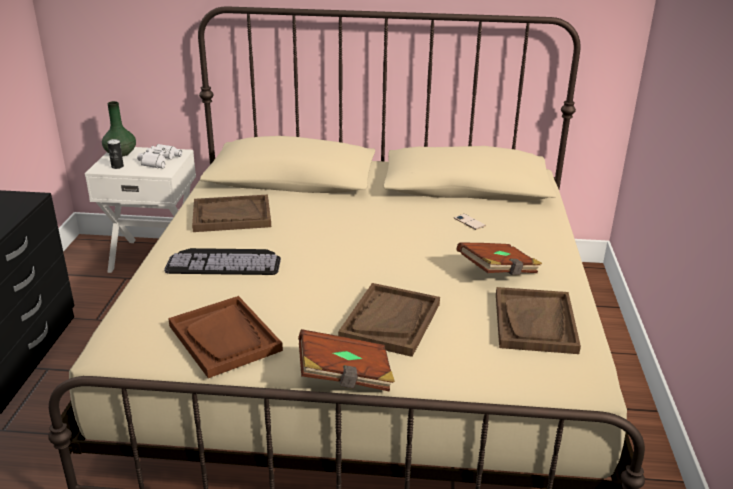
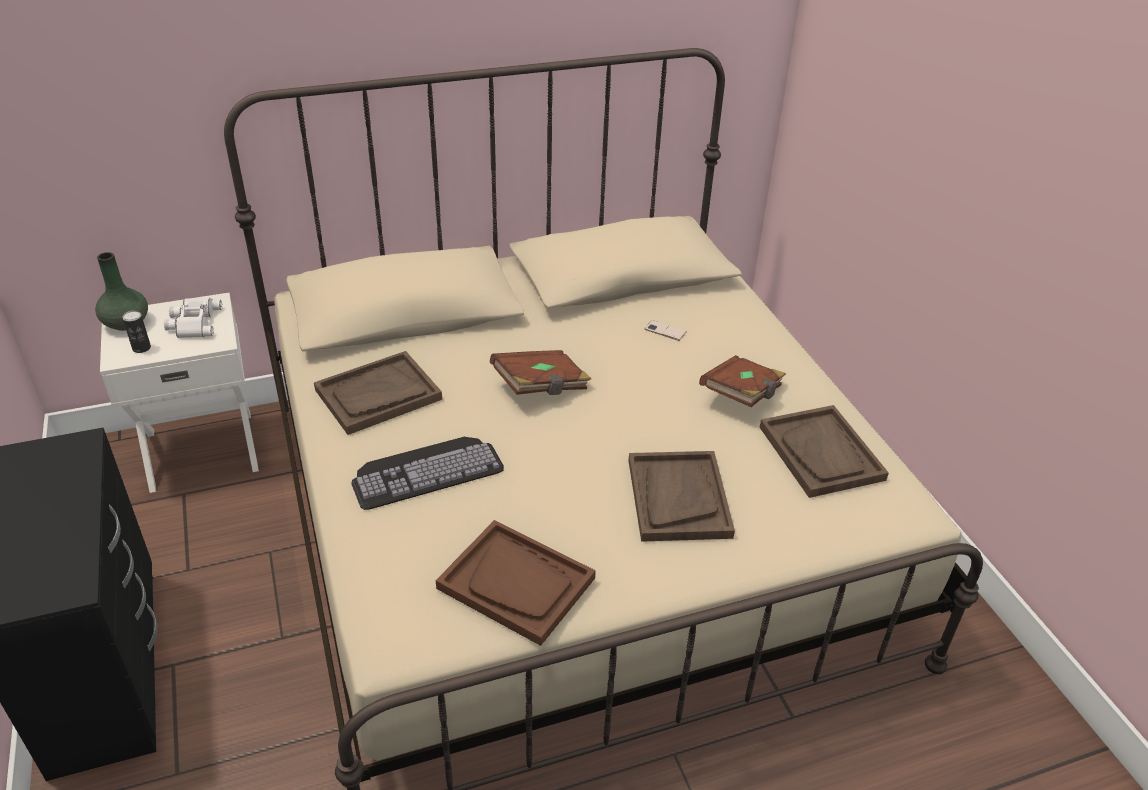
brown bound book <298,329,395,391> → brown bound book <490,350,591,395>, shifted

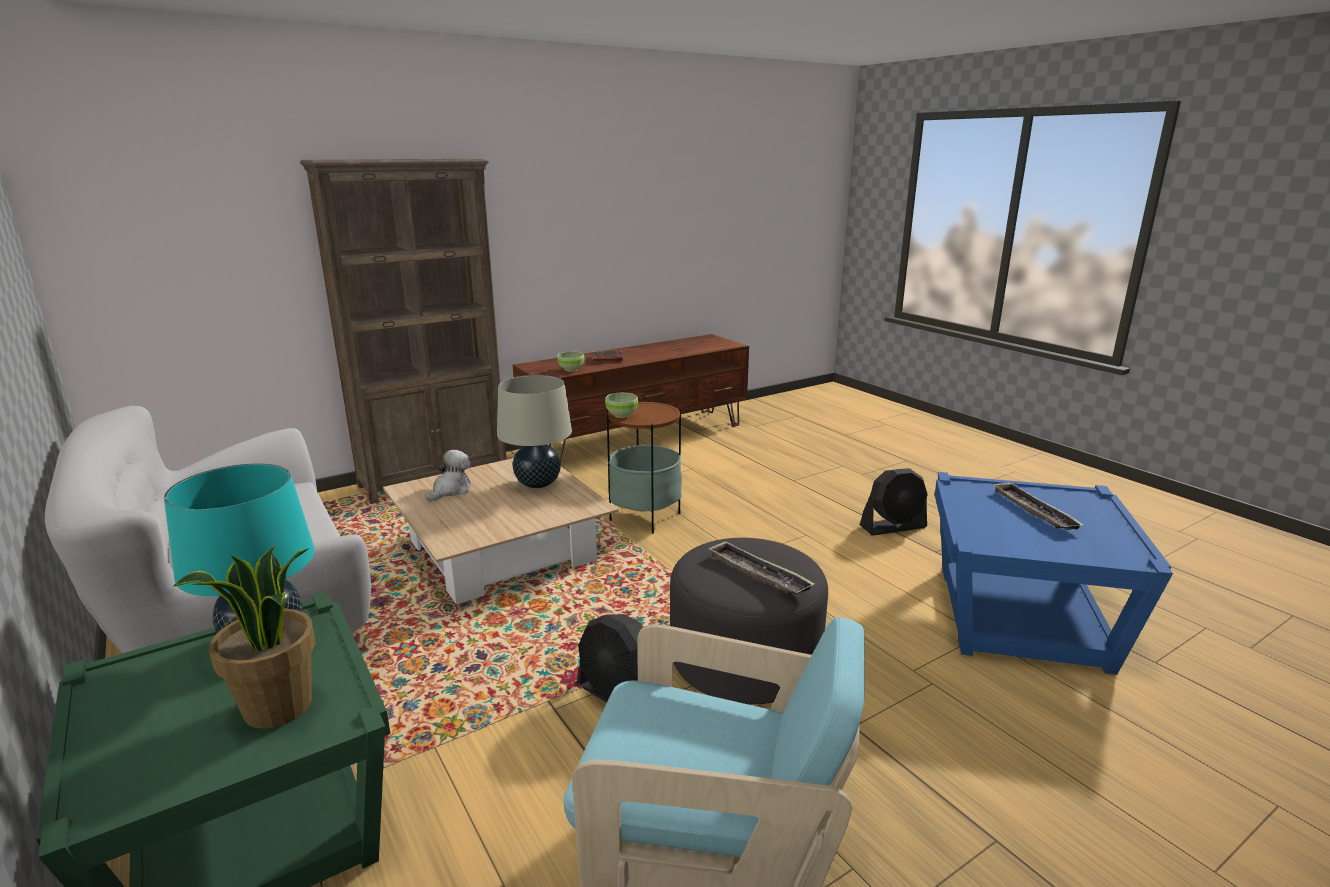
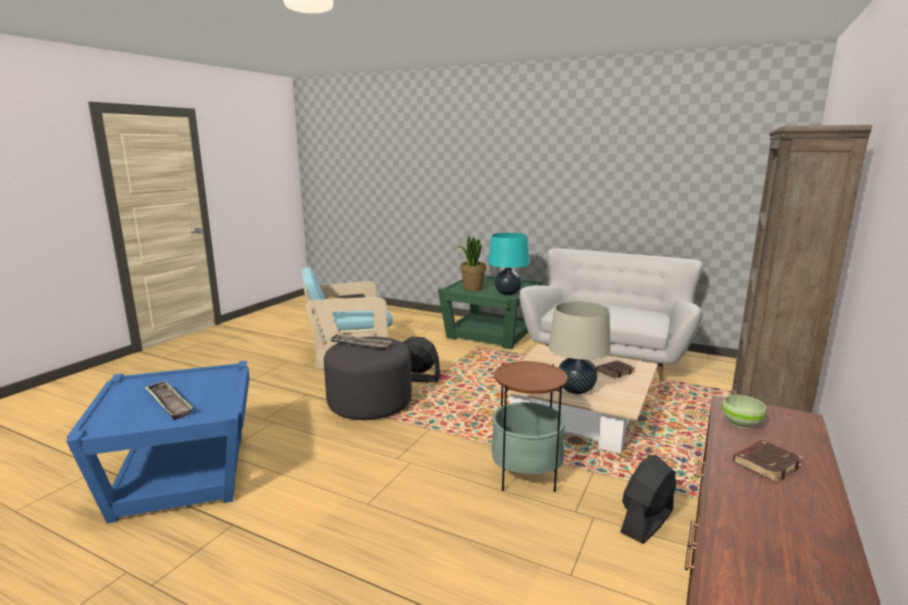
green-coloured serving bowl <605,392,638,418> → -
black electric fan <860,468,928,536> → black electric fan <620,455,676,544>, shifted
cuddly toy <425,450,471,502> → brown bound book <596,360,635,379>

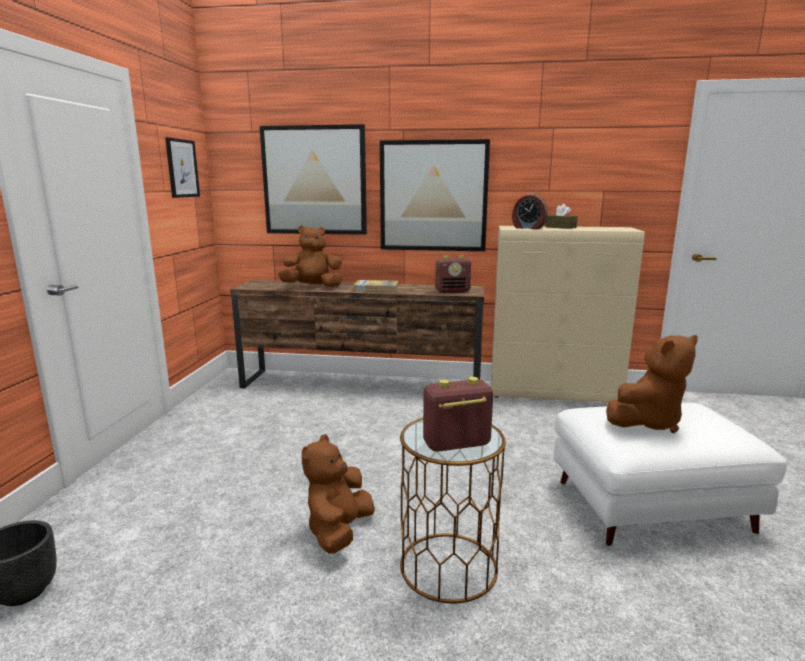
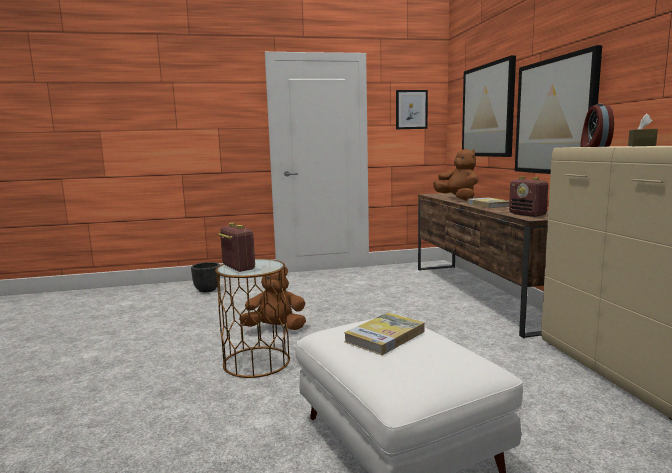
brown cuddly toy <606,335,698,433> → bound book <344,313,425,355>

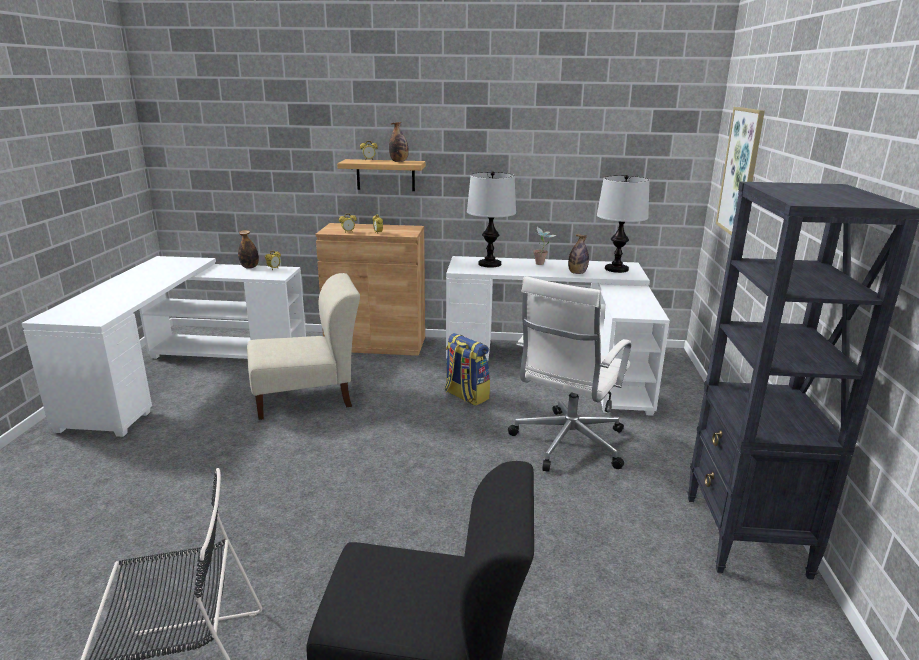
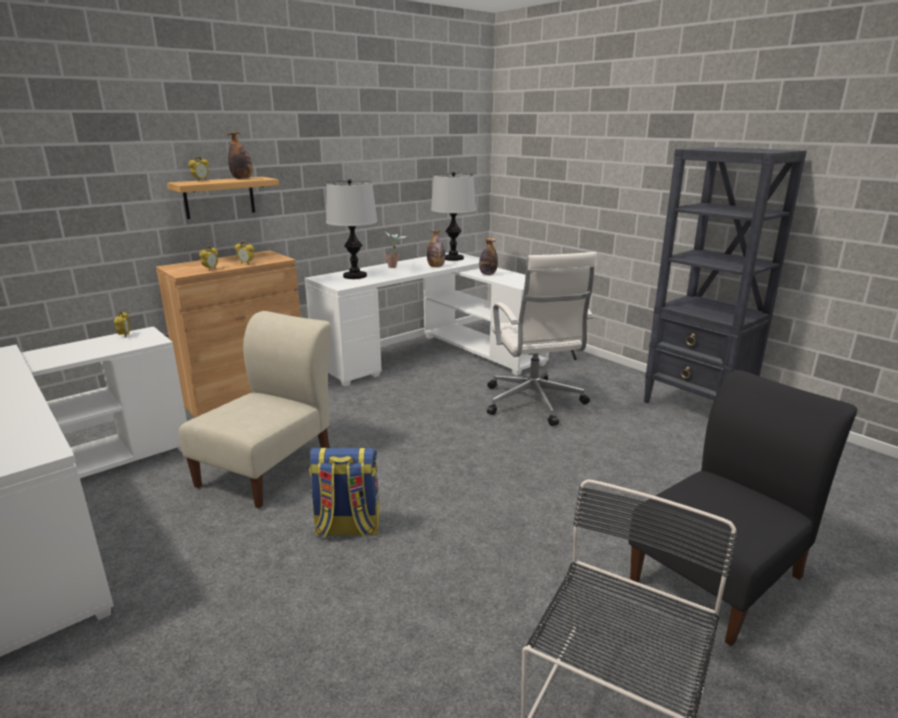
wall art <716,107,765,236> → -
bottle <238,230,259,269> → bottle <479,237,498,275>, shifted
backpack <445,333,490,406> → backpack <309,447,380,537>, shifted

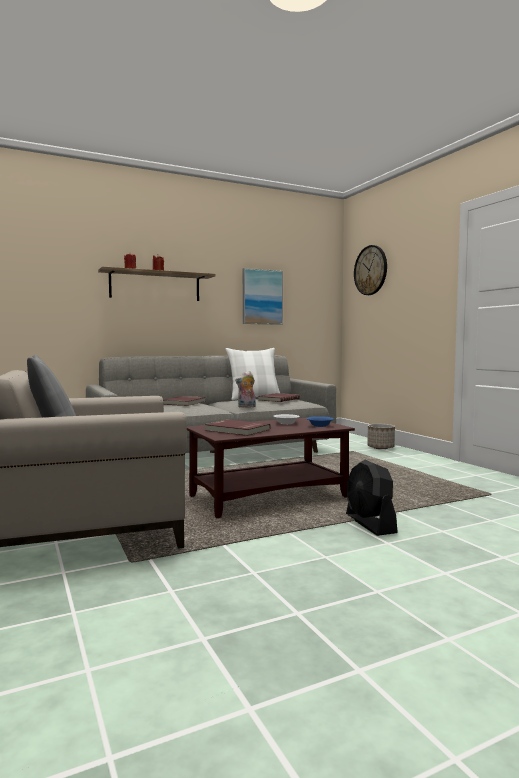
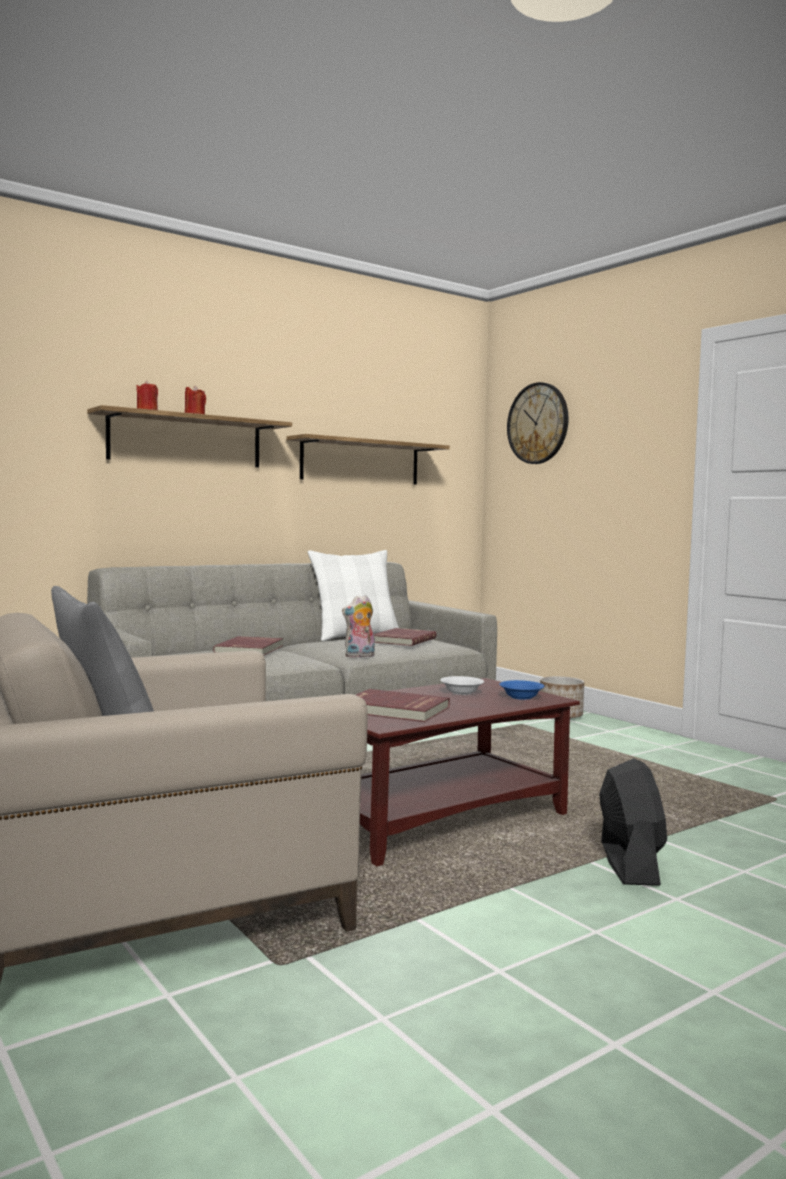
wall art <243,268,283,325> → shelf <286,434,450,485>
black electric fan <346,460,398,536> → black electric fan <599,758,667,886>, 150 degrees counterclockwise

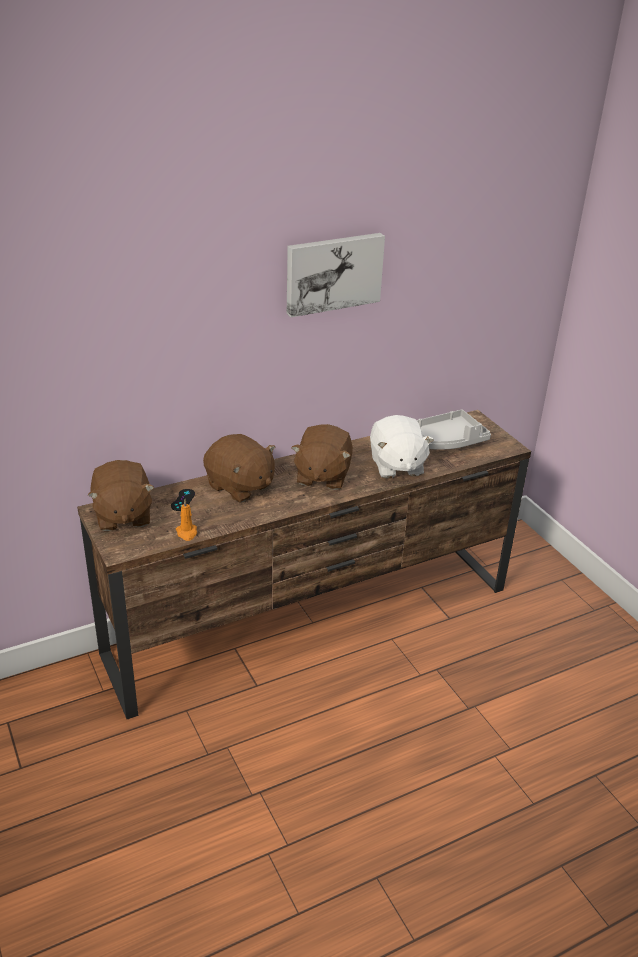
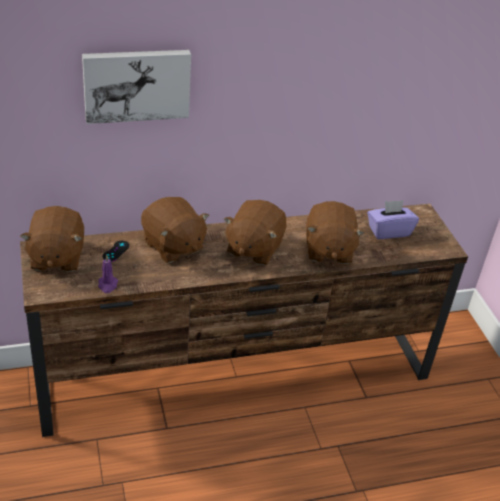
wall art <287,233,385,317> → wall art <82,50,191,124>, shifted
gray serving tray <417,410,491,450> → purplish tissue holder <367,200,419,239>
orangey candle <176,499,197,541> → purplish candle <98,255,118,293>
whitish cuddly toy <370,415,434,479> → brown cuddly toy <306,201,364,264>

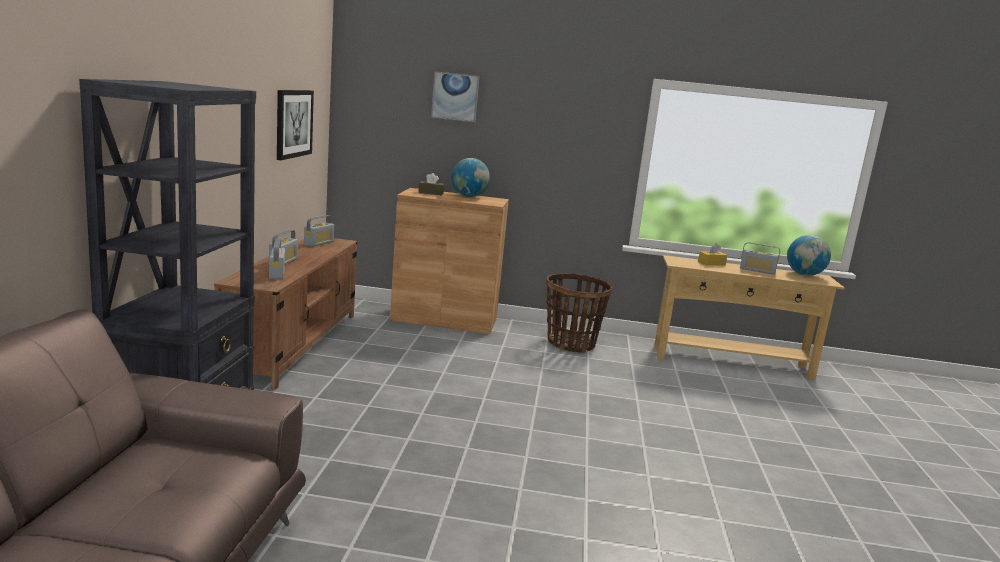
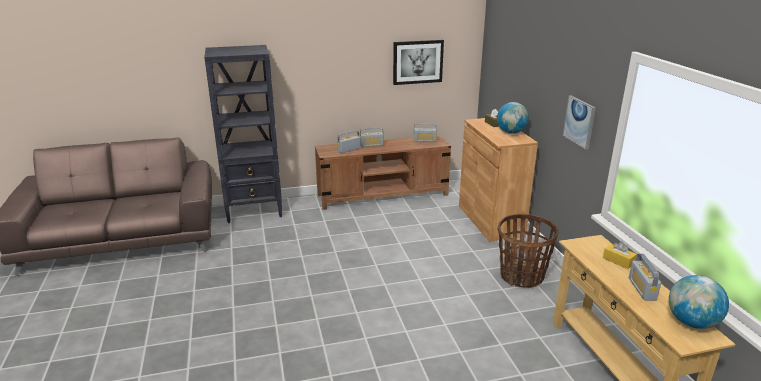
wall art <431,71,479,122> → wall art <563,96,596,150>, shifted

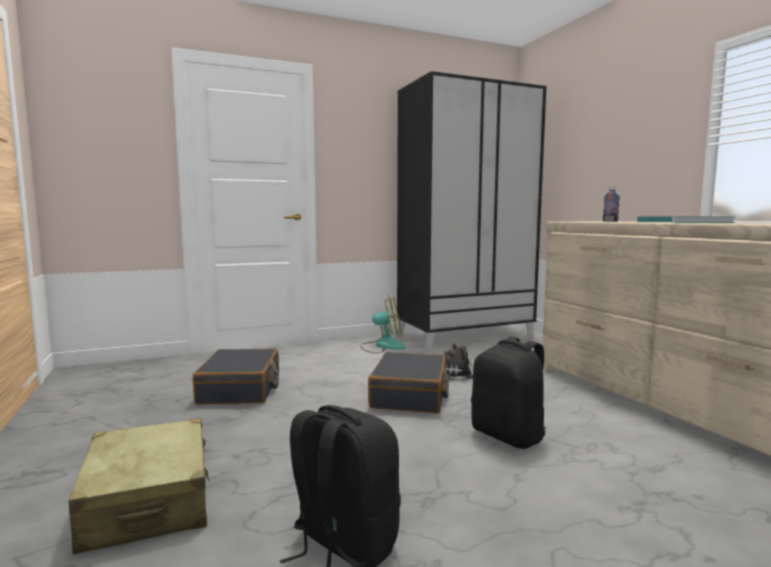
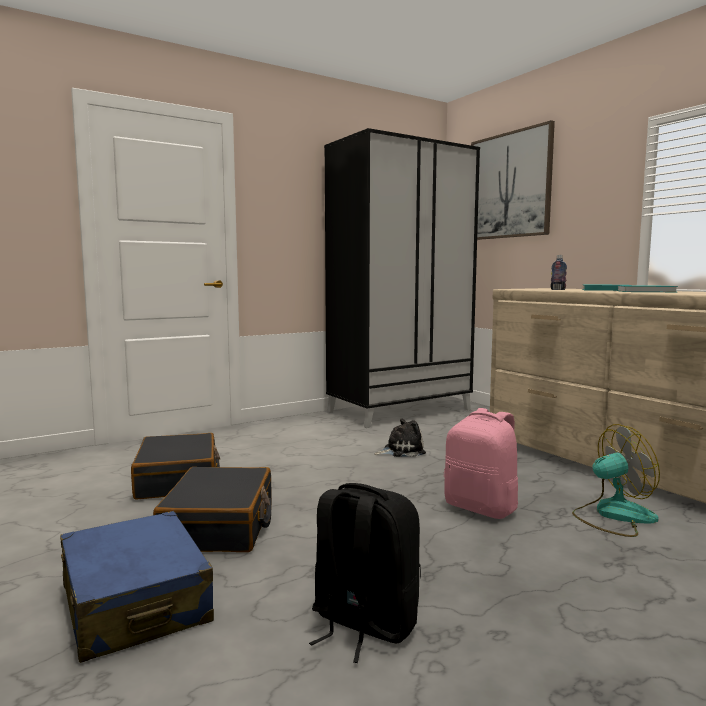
- → wall art <471,120,555,240>
electric fan <360,295,405,353> → electric fan <572,424,660,537>, shifted
black travel case <368,352,449,413> → black travel case <153,467,272,552>, shifted
beige travel case <69,418,211,554> → bluish travel case <60,511,214,663>
black backpack <471,336,546,449> → pink backpack <444,408,518,519>

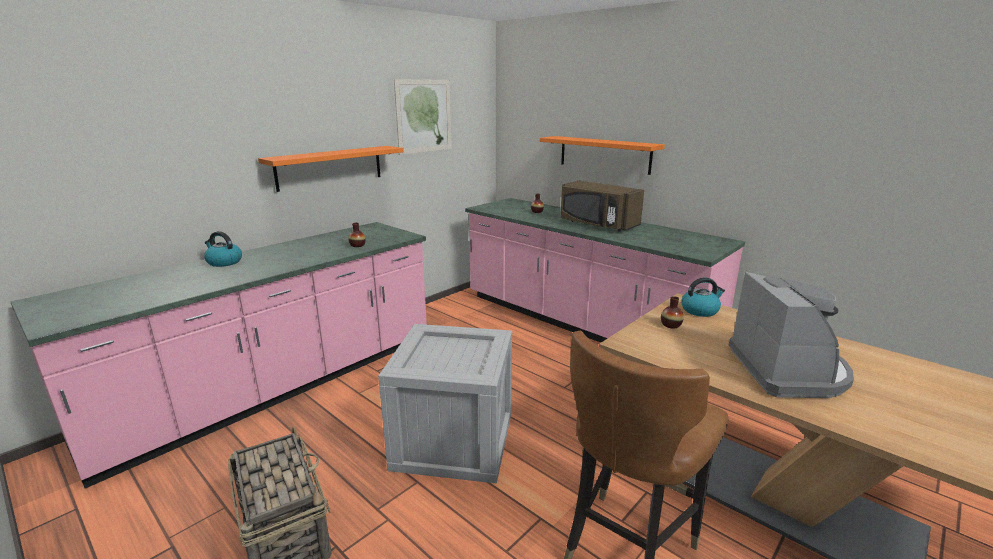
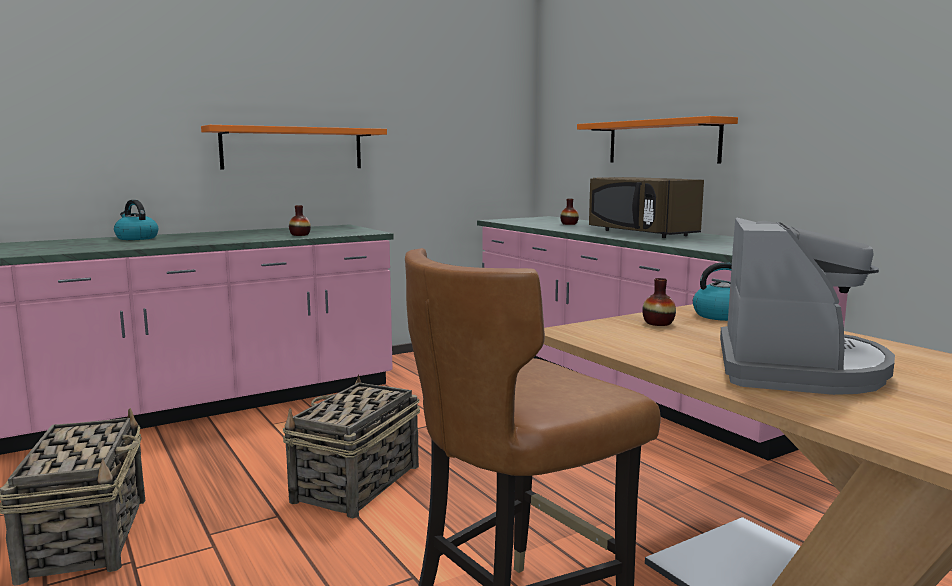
wall art <394,79,452,155> → -
packing crate <378,324,512,483> → basket <283,374,420,519>

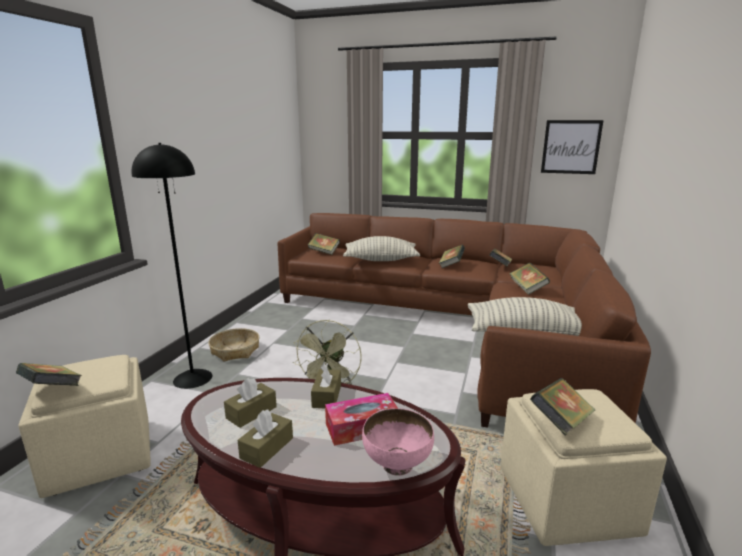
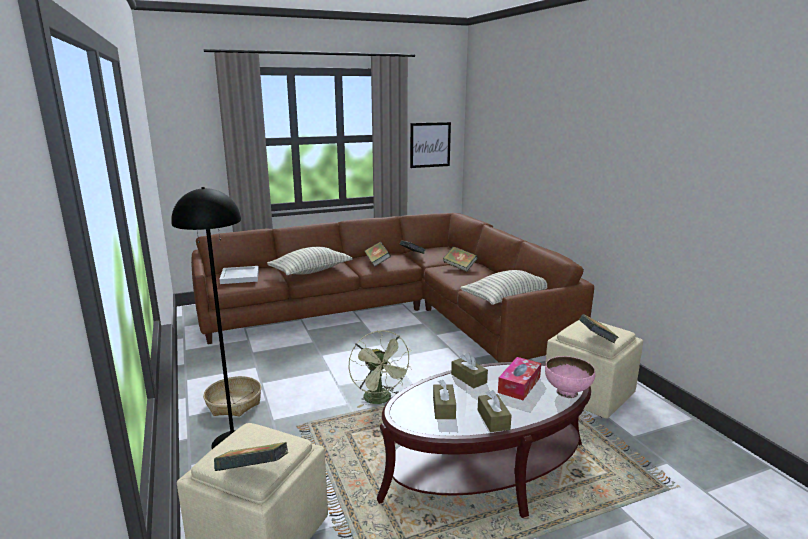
bound book <308,233,340,255> → whitish serving tray <220,266,259,284>

